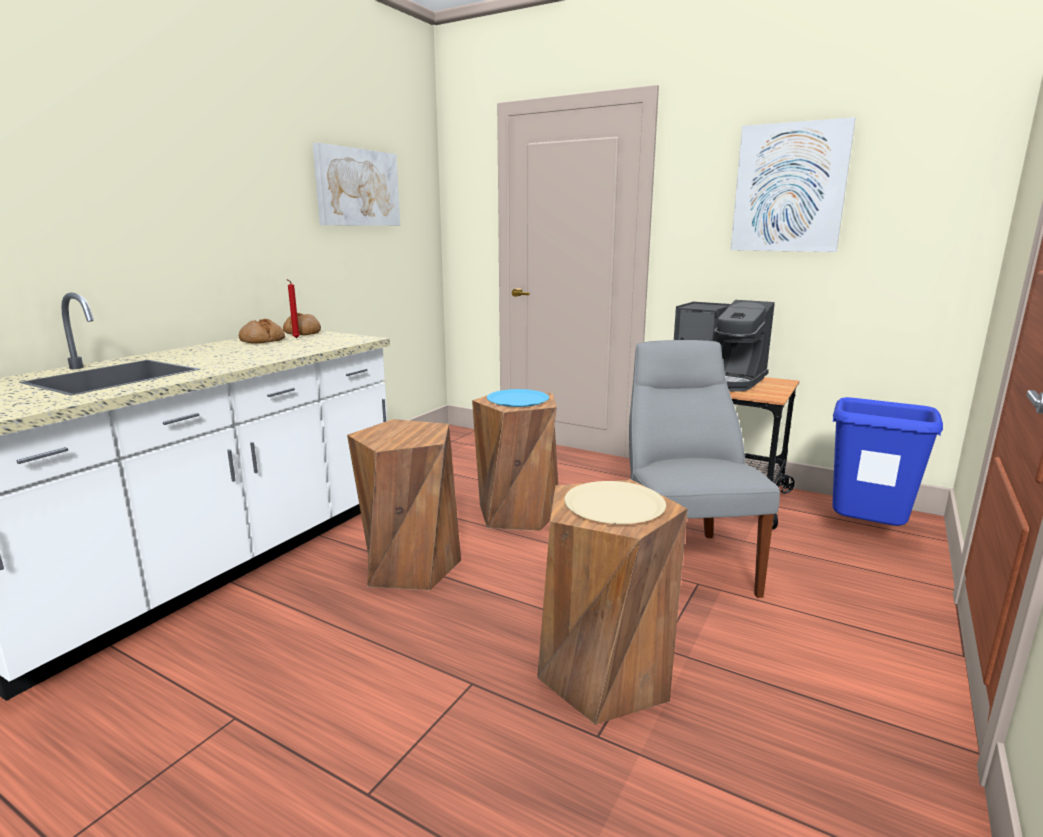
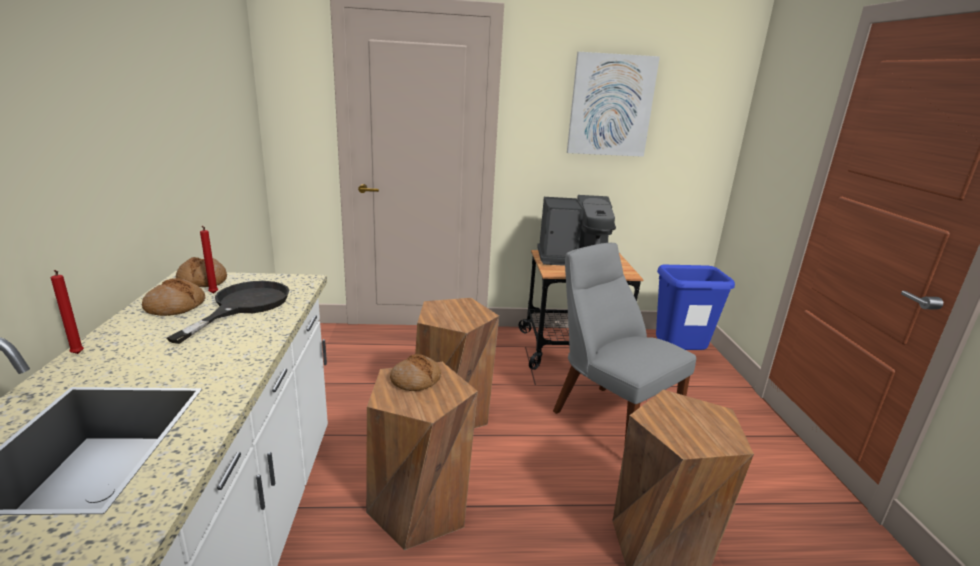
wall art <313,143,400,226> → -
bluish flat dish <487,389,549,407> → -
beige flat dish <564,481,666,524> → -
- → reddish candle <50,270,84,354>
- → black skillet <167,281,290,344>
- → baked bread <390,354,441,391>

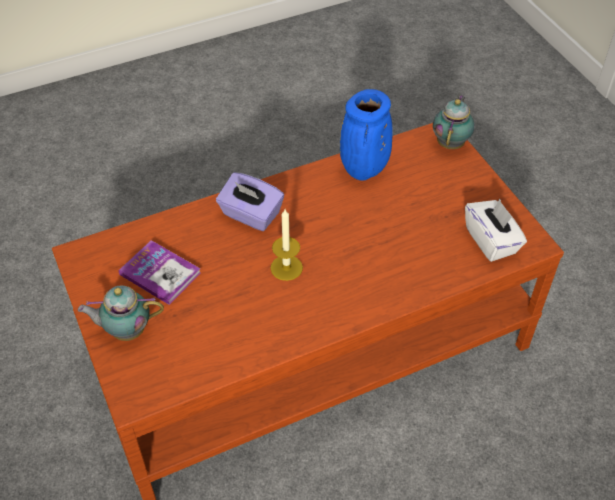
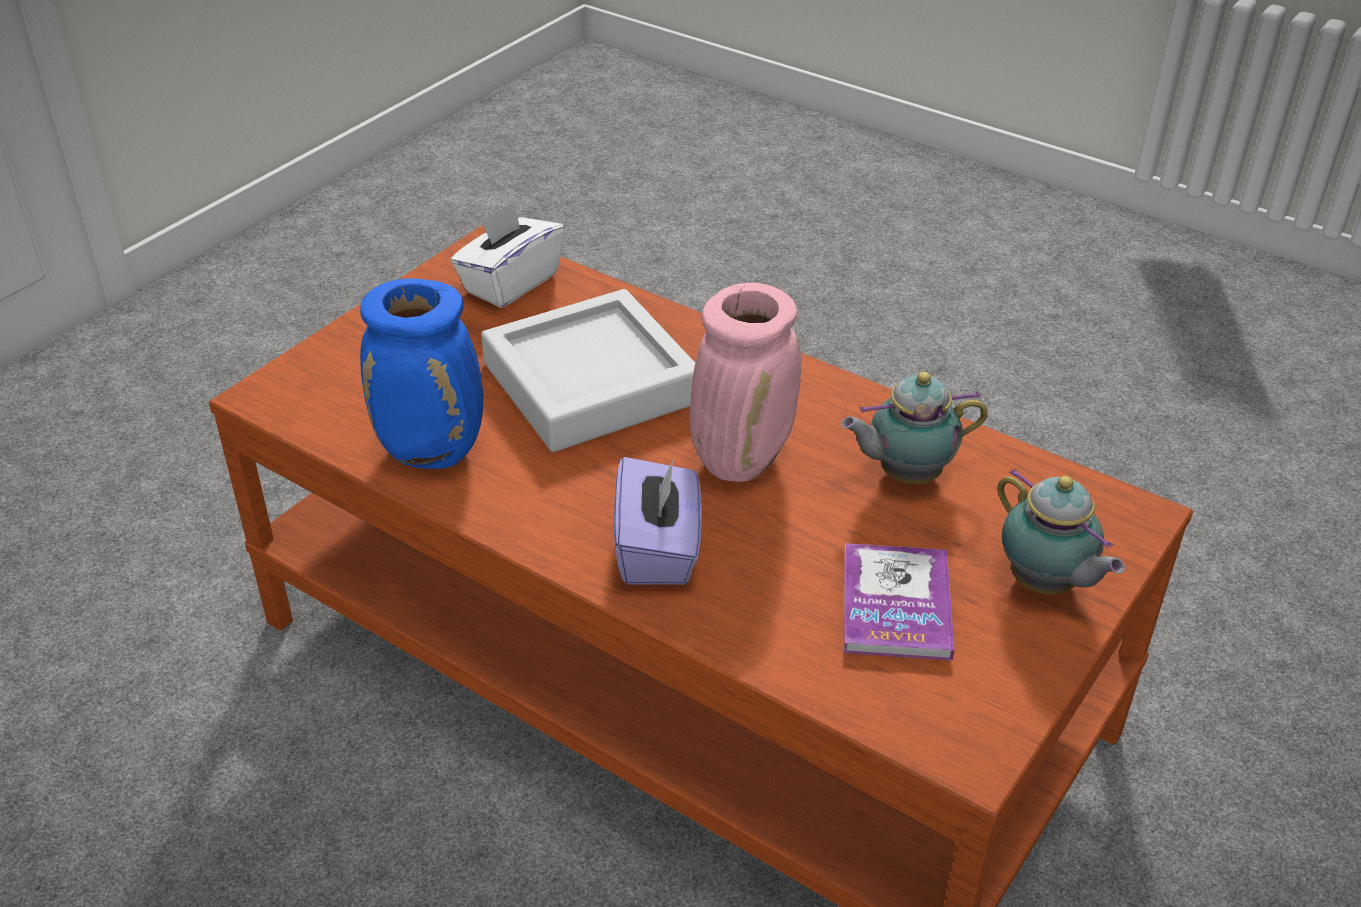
- → gray serving tray <481,289,695,452>
pot for tea <433,95,475,149> → pot for tea <841,372,988,484>, shifted
candle <270,209,303,281> → pink vase <690,283,801,482>

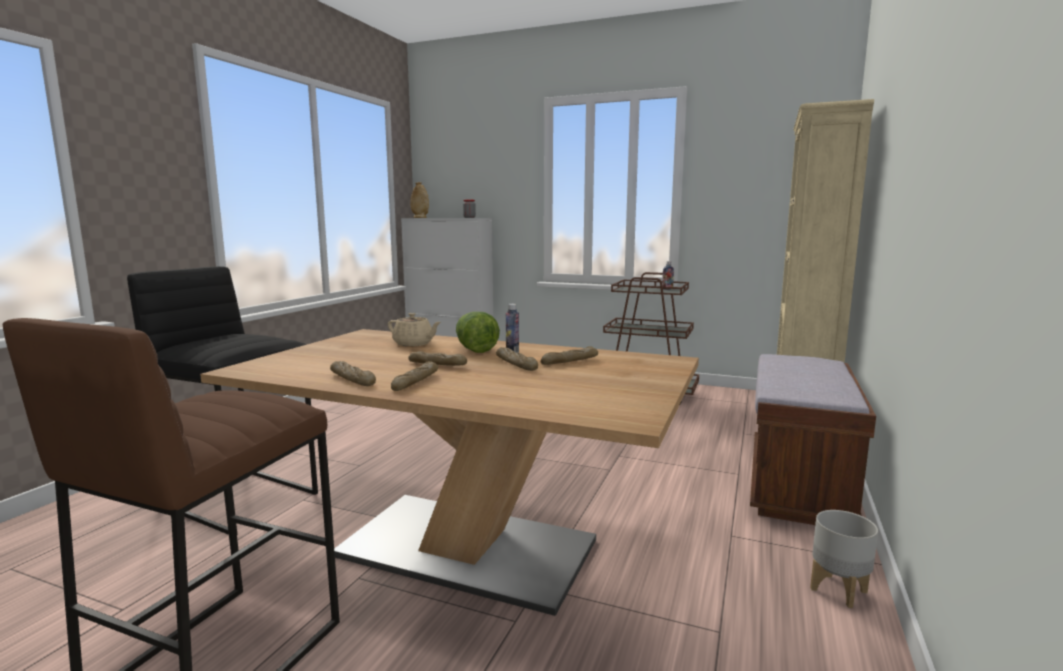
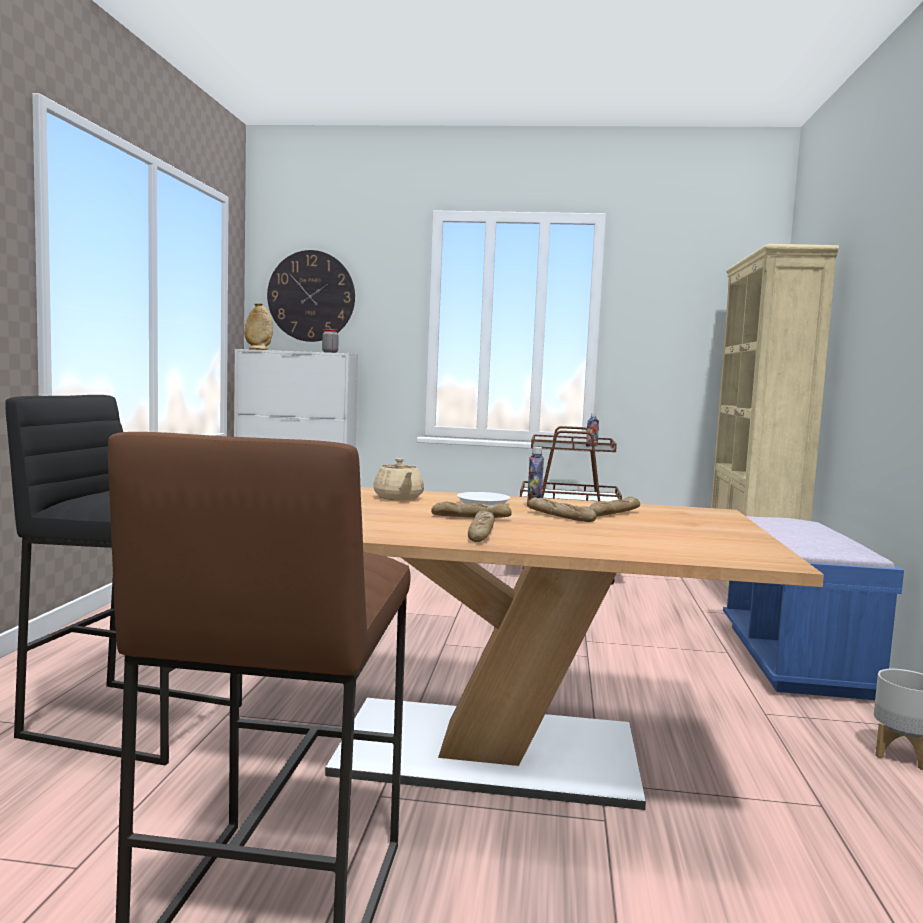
baked bread <330,361,376,386> → -
- → hanging clock <267,250,355,342>
head of lettuce <456,312,500,353> → whitish flat dish <457,492,510,505>
brown indoor bench <750,354,876,525> → bluish indoor bench <723,516,904,700>
beige pot for tea <388,313,441,346> → beige pot for tea <373,458,424,500>, 60 degrees clockwise

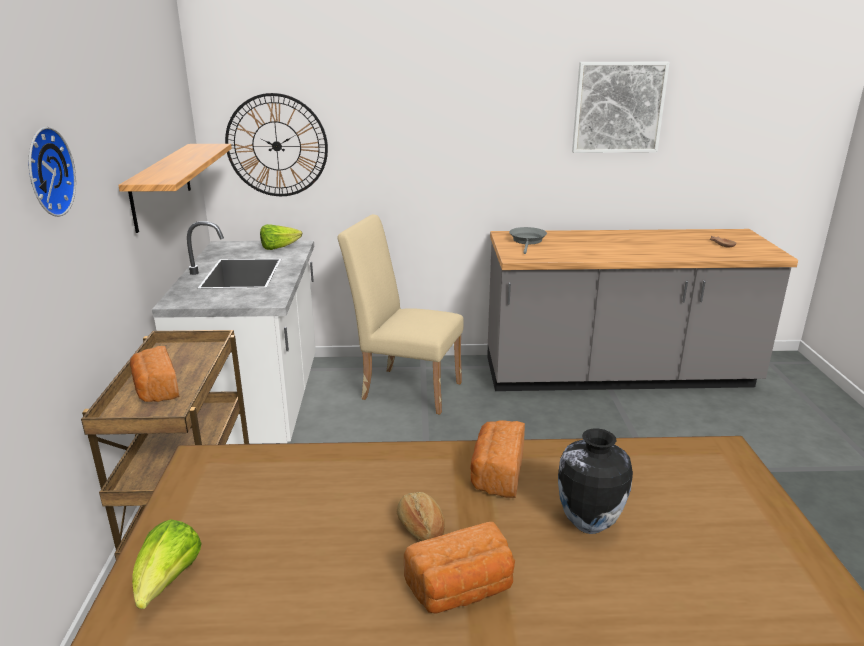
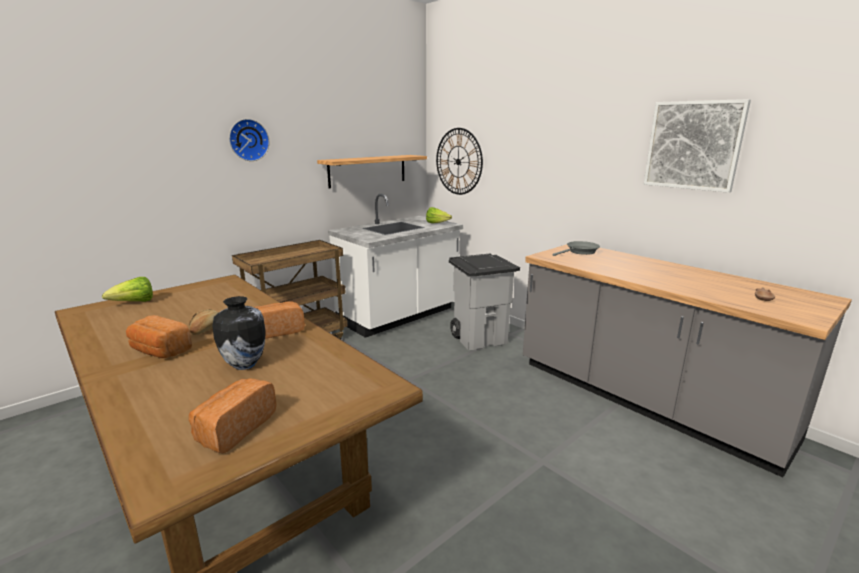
baked bread <130,346,179,402> → baked bread <189,378,277,453>, shifted
beige upright chair <337,214,464,415> → gray rubbish bin <449,253,520,350>

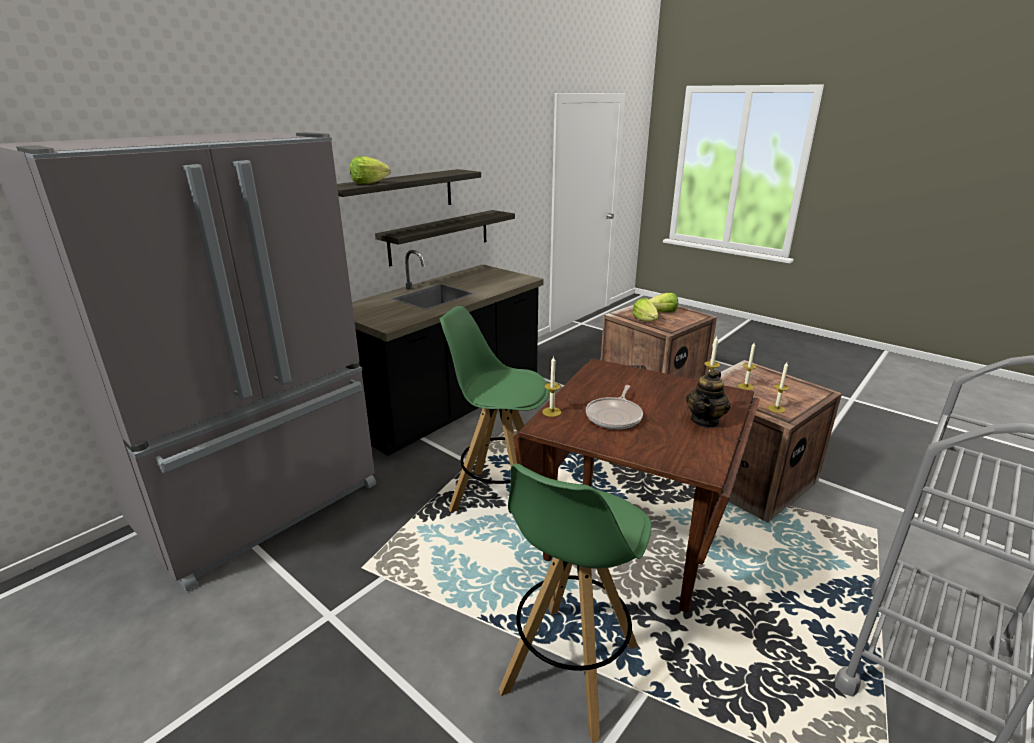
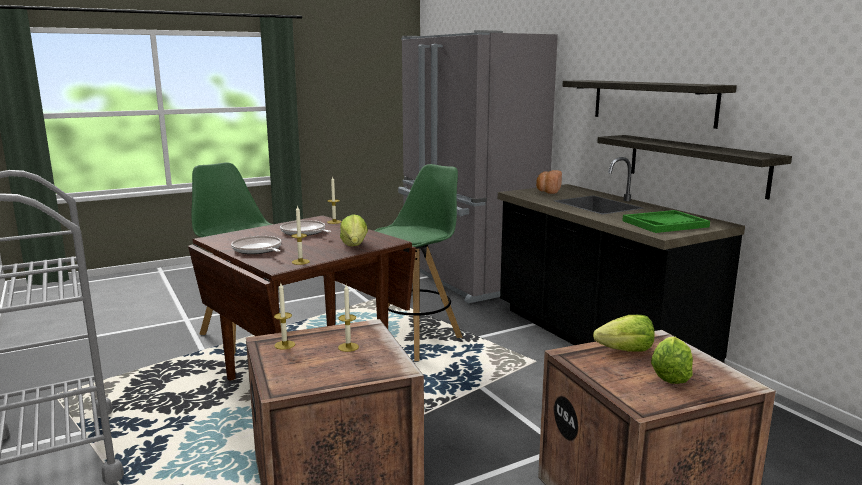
- → baked bread <536,170,562,194>
- → green-coloured serving tray <622,210,710,233>
head of lettuce <350,156,391,184> → head of lettuce <340,214,368,246>, shifted
pot for tea <686,369,730,428> → skillet <231,236,282,254>

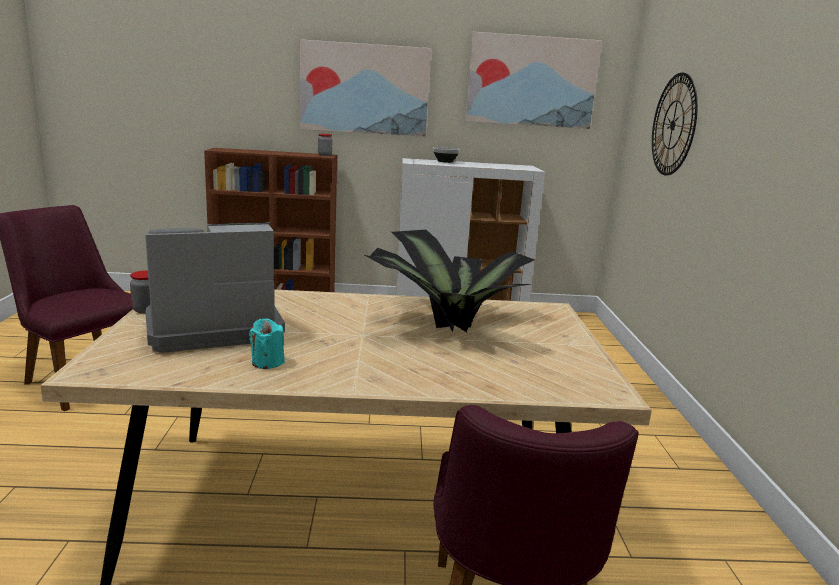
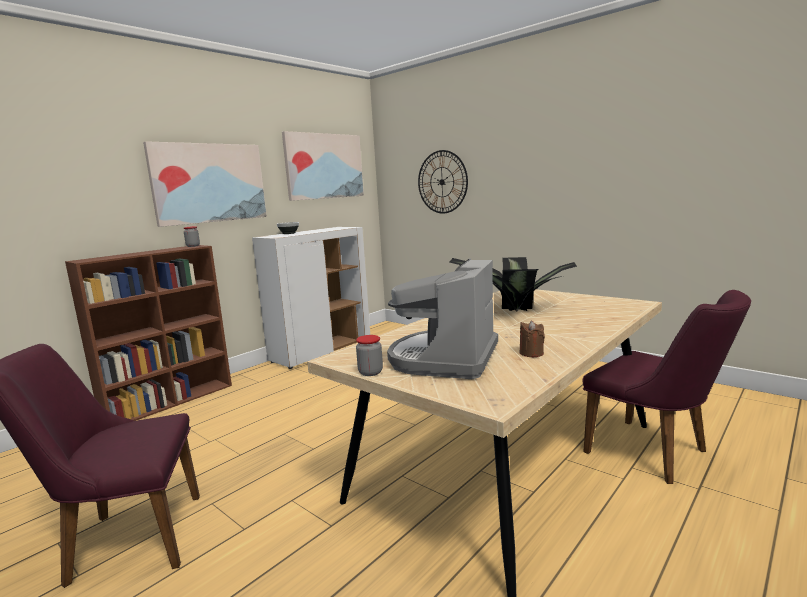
turquoise candle <249,319,285,369> → brown candle <520,321,545,357>

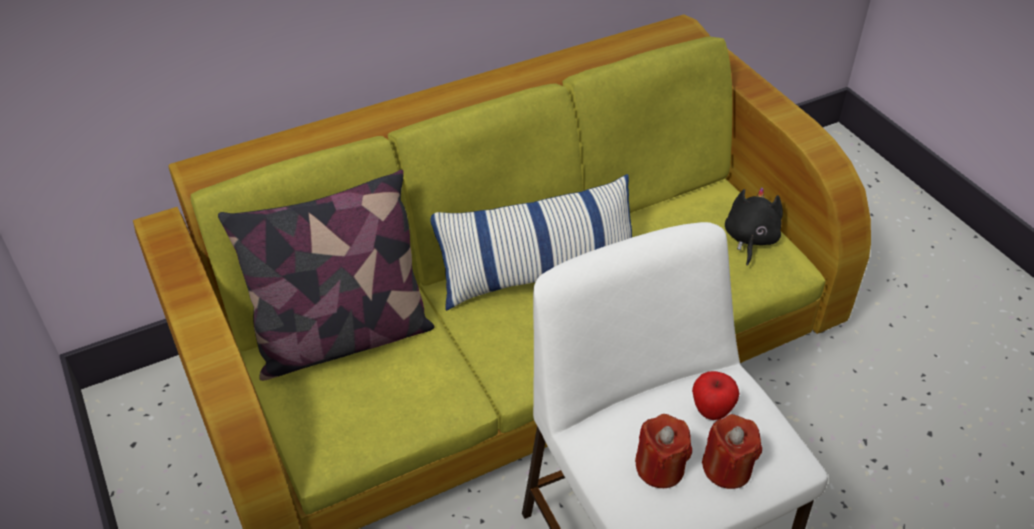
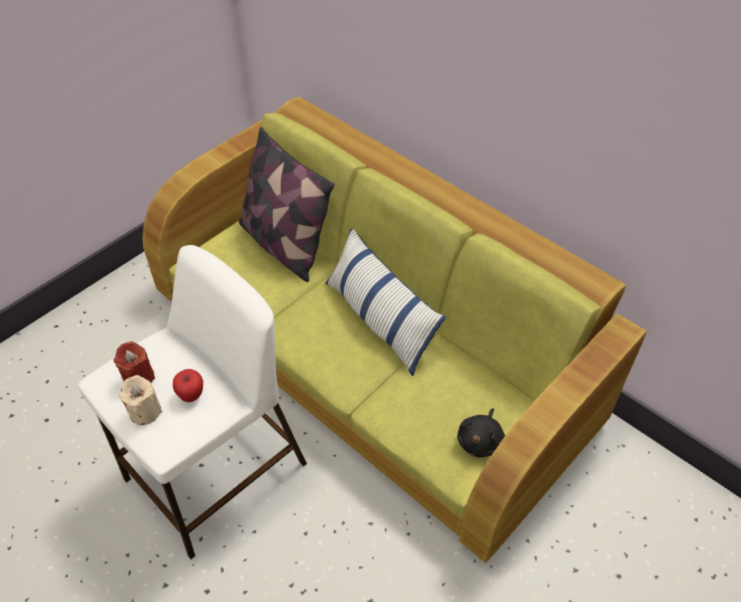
reddish candle <702,414,762,489> → beige candle <119,375,162,425>
black cuddly toy <725,188,783,266> → black cuddly toy <457,408,505,458>, 120 degrees clockwise

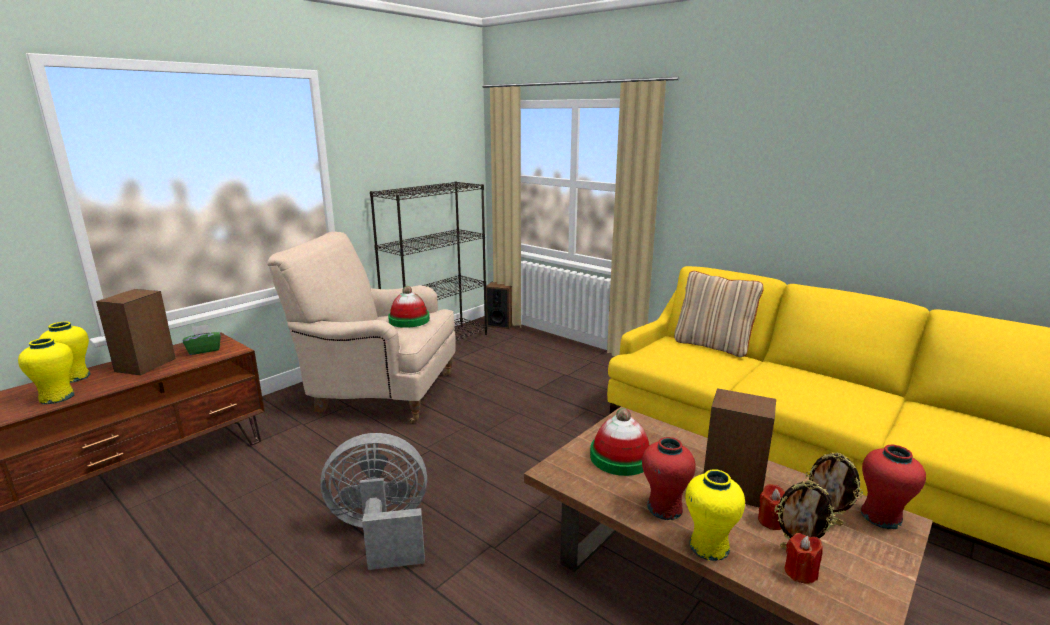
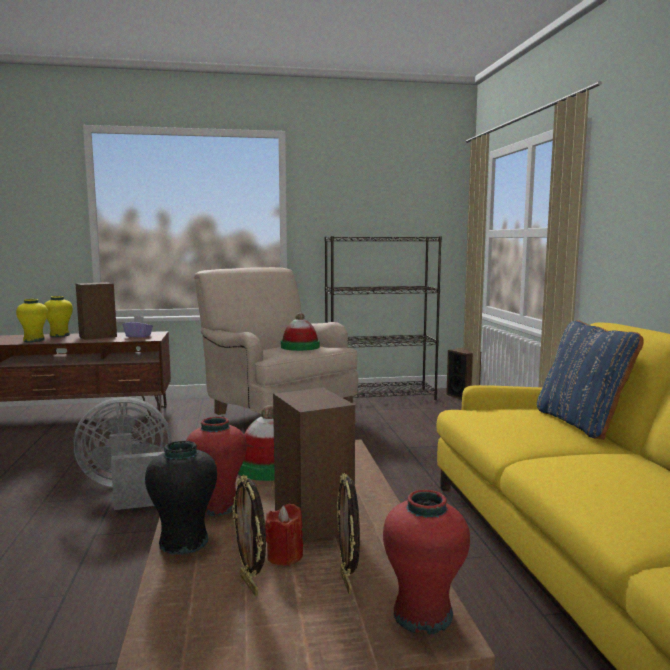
reddish candle <785,533,823,584> → -
green-coloured tissue holder <183,324,221,355> → purplish tissue holder <123,316,153,337>
beige cushion <674,271,764,357> → bluish cushion <537,320,644,440>
yellowish vase <685,469,745,561> → black vase <145,441,217,555>
gray electric fan <320,433,427,570> → gray electric fan <73,397,171,510>, 45 degrees counterclockwise

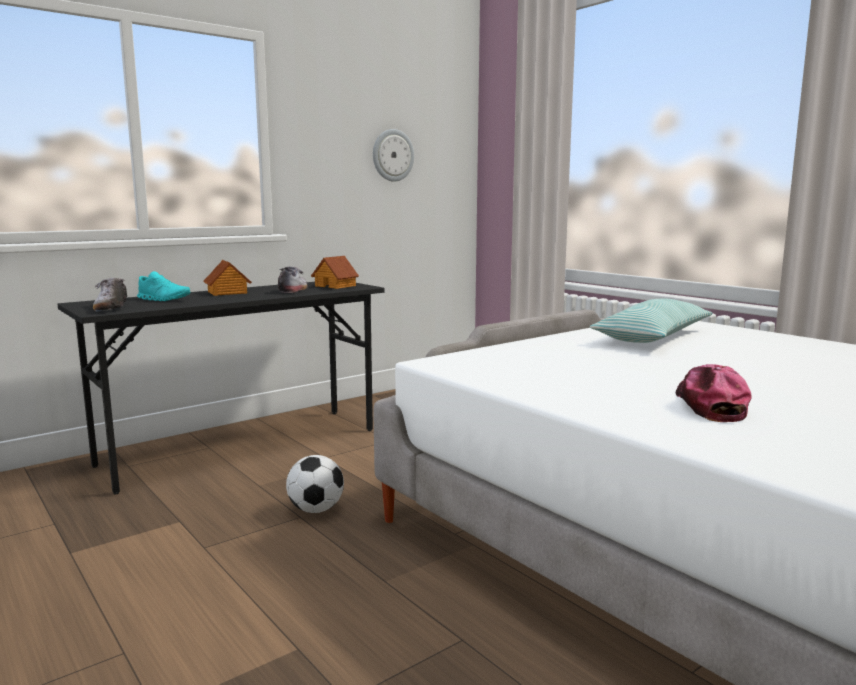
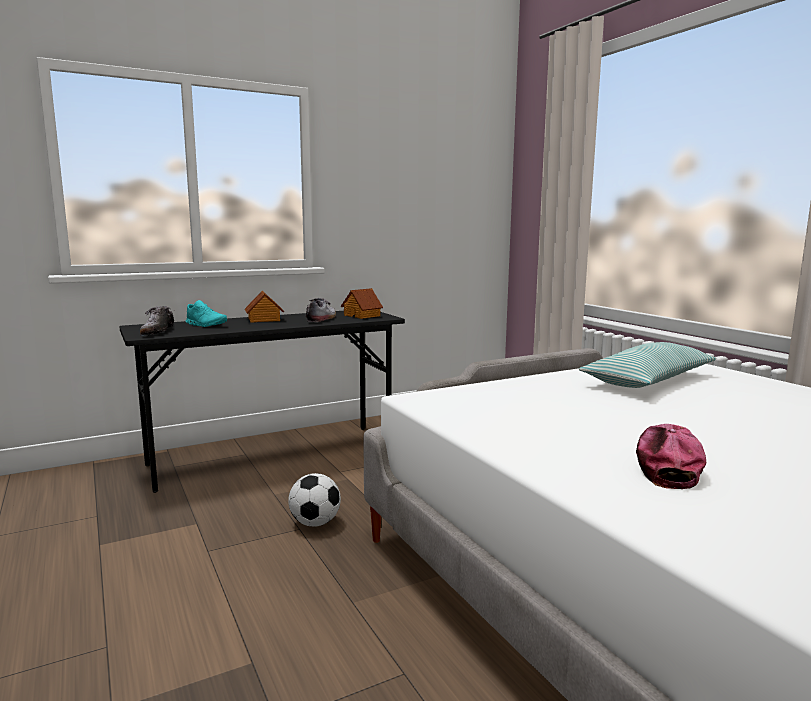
hanging clock <373,129,414,182> → -

